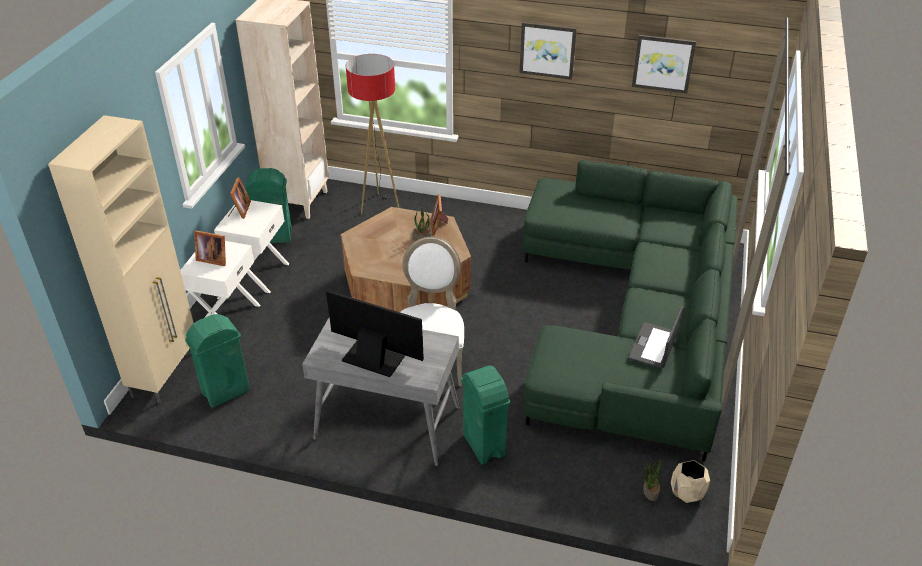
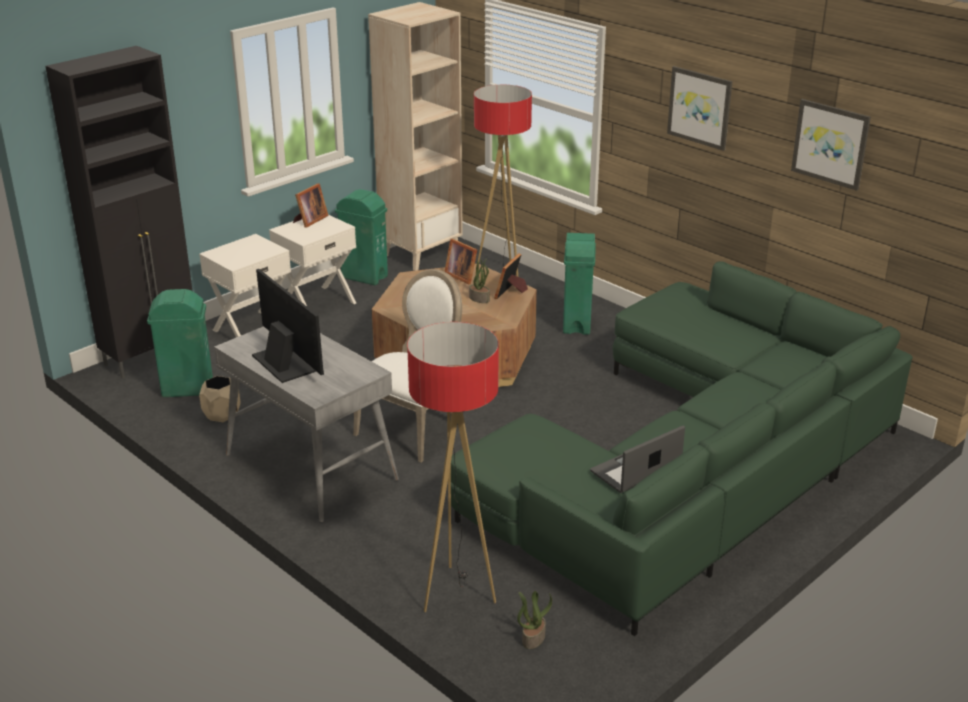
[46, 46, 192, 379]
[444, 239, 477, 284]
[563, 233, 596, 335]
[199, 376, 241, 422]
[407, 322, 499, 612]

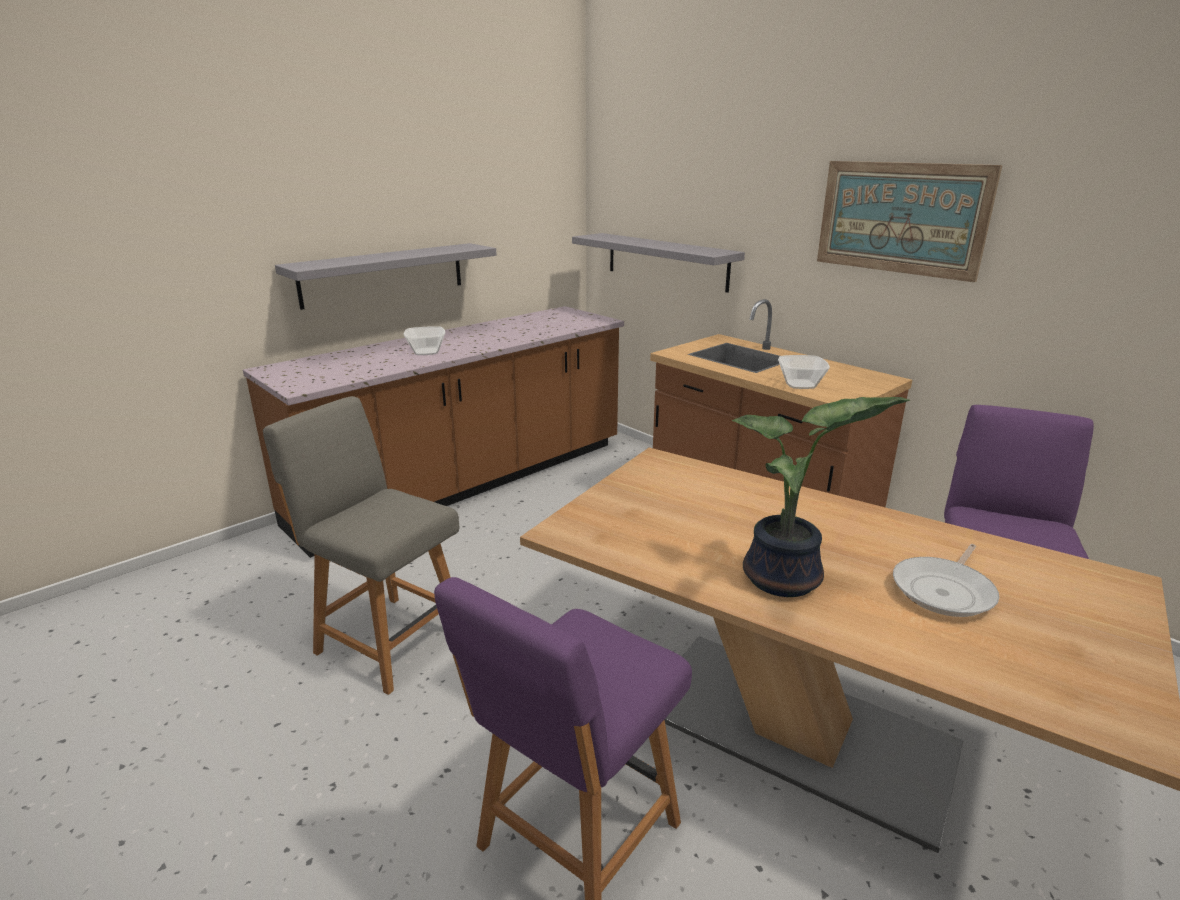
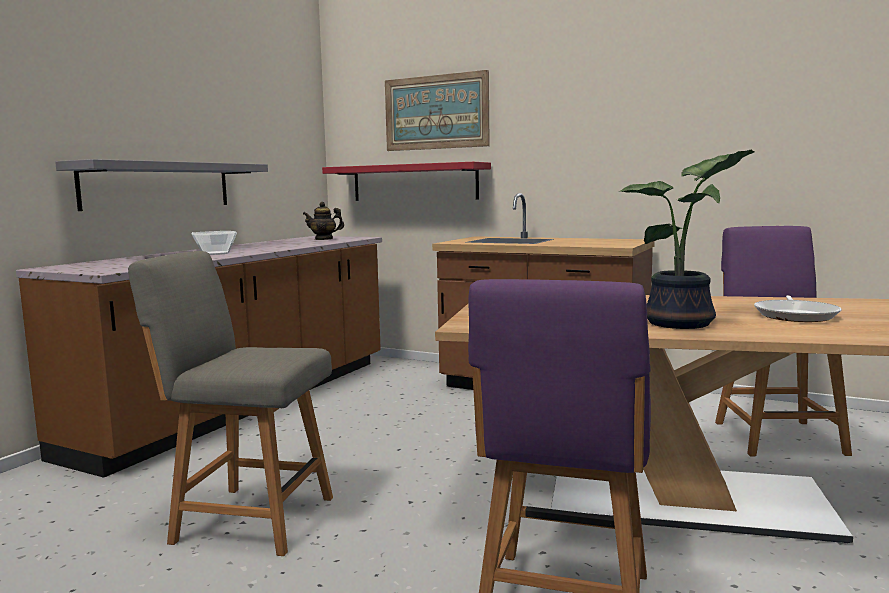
[385, 70, 490, 151]
[322, 162, 491, 201]
[778, 355, 830, 389] (first image)
[303, 202, 344, 240]

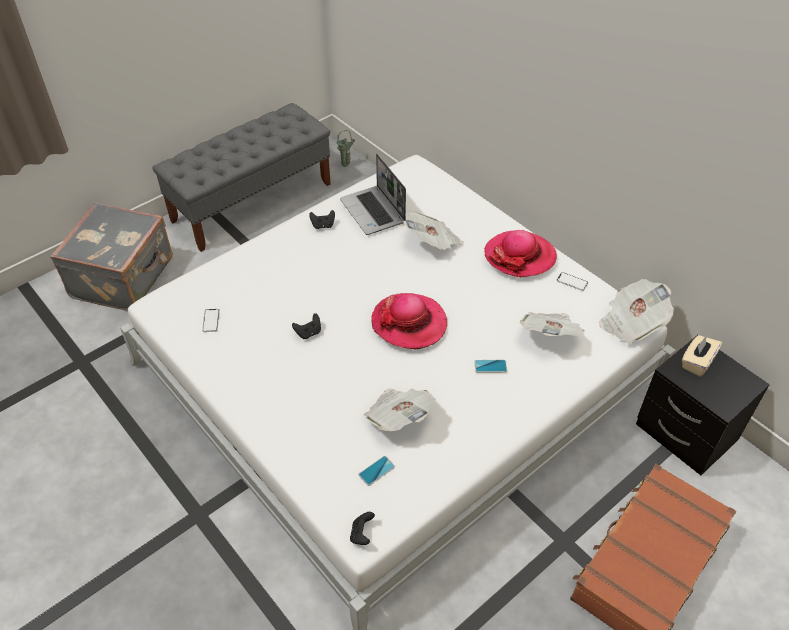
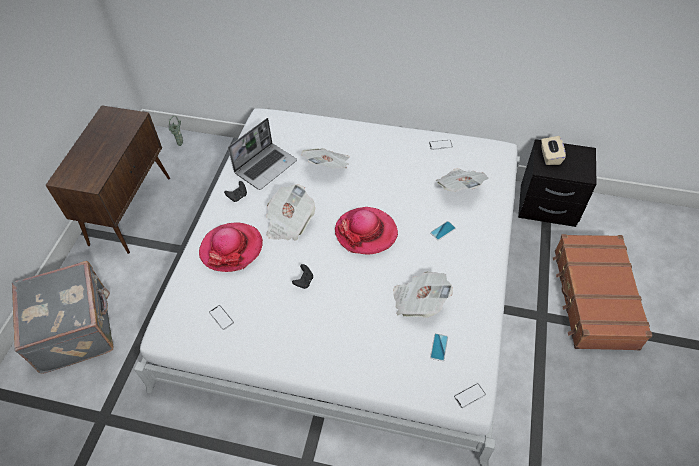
[45, 105, 170, 254]
[228, 118, 297, 190]
[199, 223, 263, 272]
[266, 184, 315, 241]
[454, 383, 486, 408]

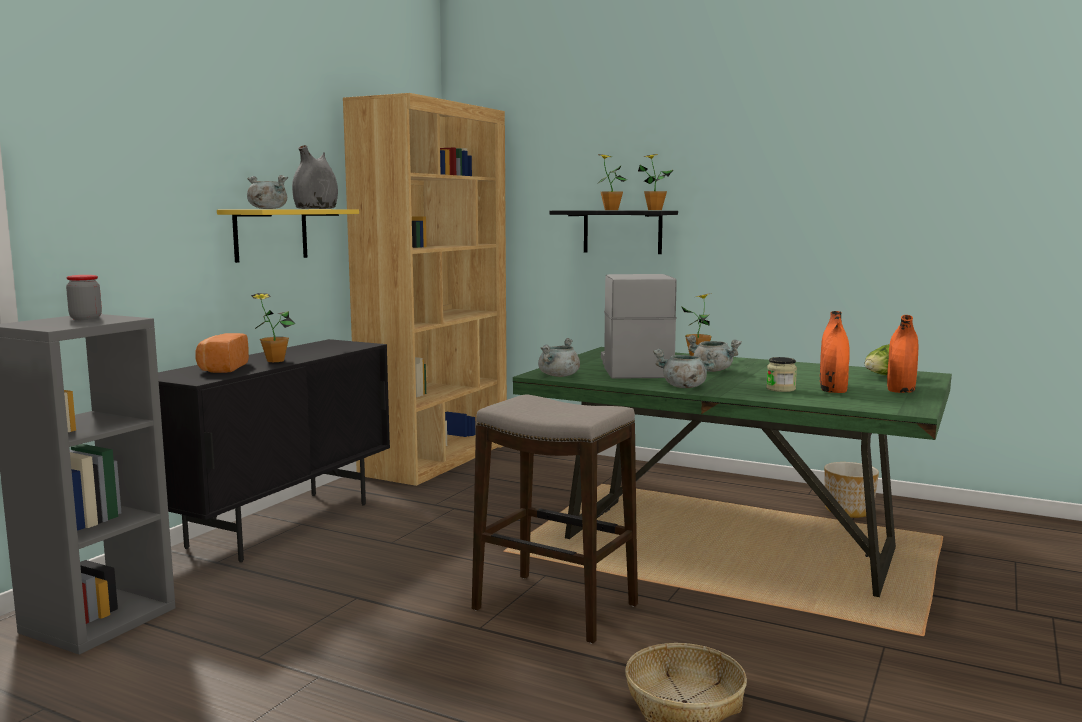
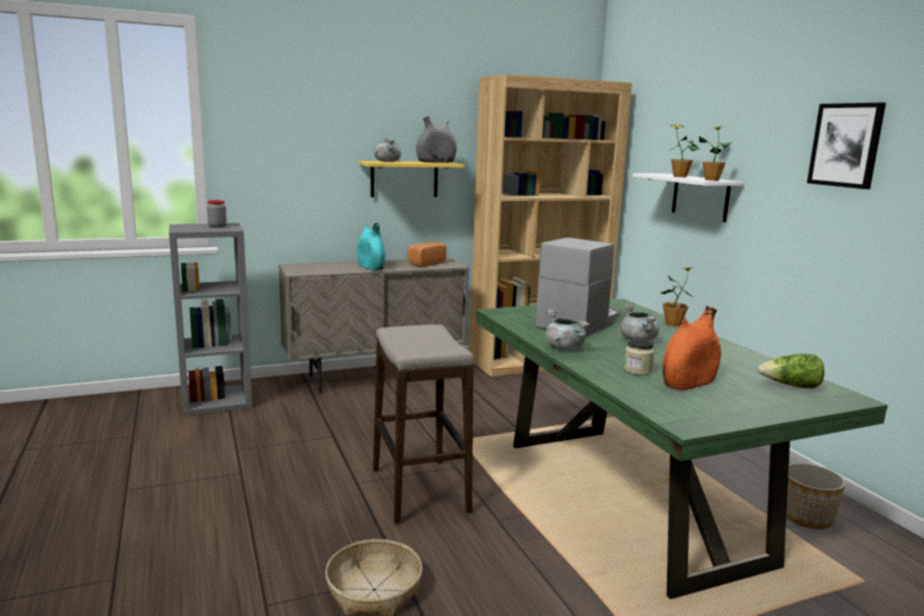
[632, 173, 743, 222]
[357, 223, 385, 270]
[887, 315, 918, 393] (first image)
[407, 242, 447, 267]
[538, 338, 580, 377] (first image)
[278, 257, 469, 394]
[807, 102, 886, 189]

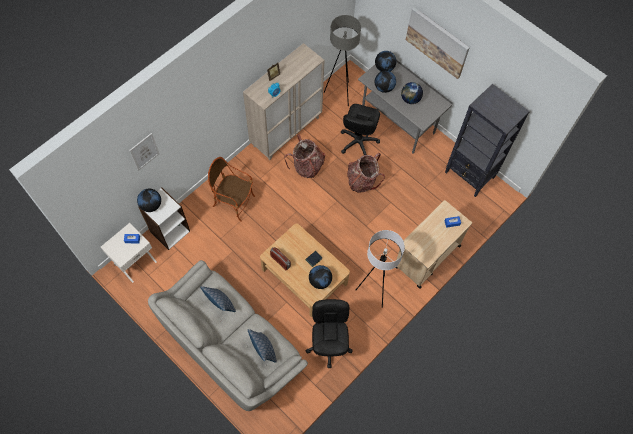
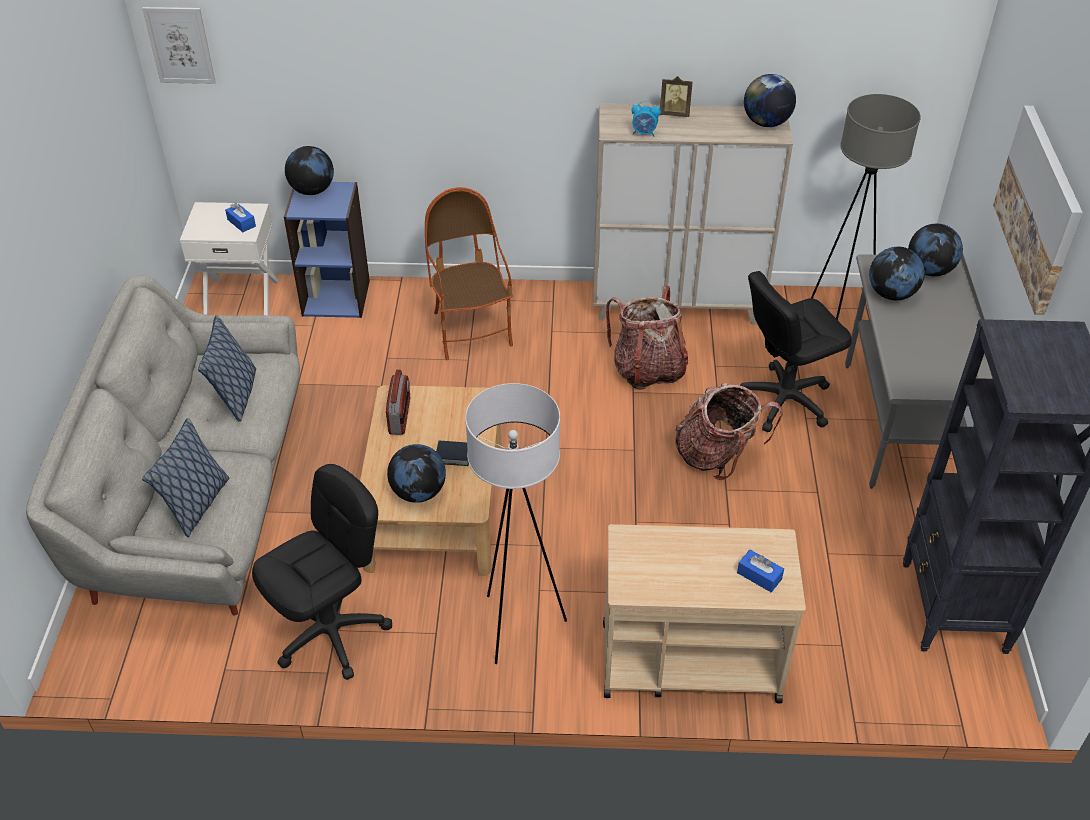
[744, 74, 796, 127]
[142, 7, 216, 84]
[284, 182, 370, 318]

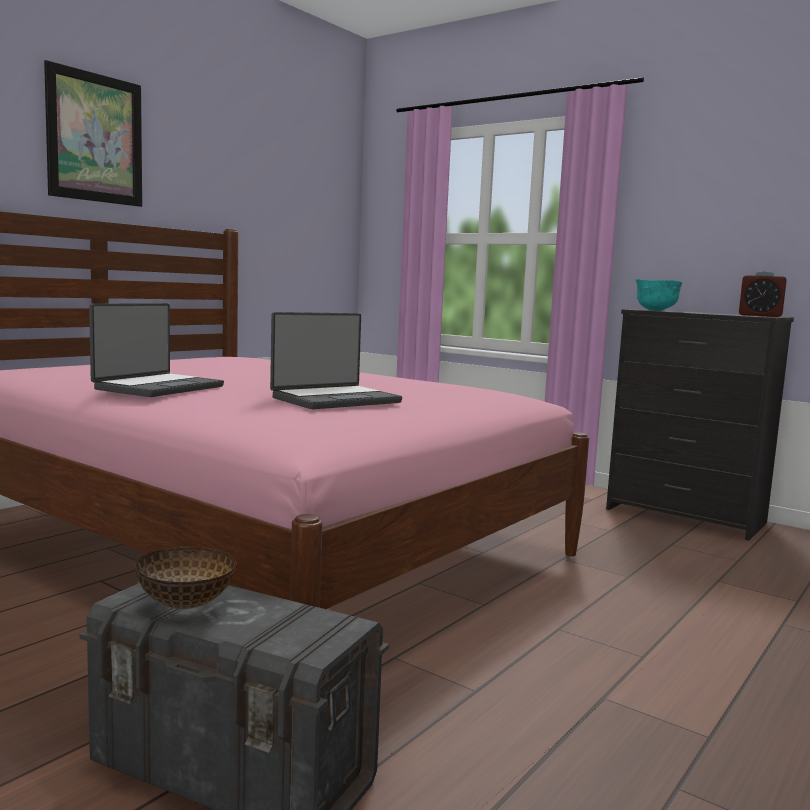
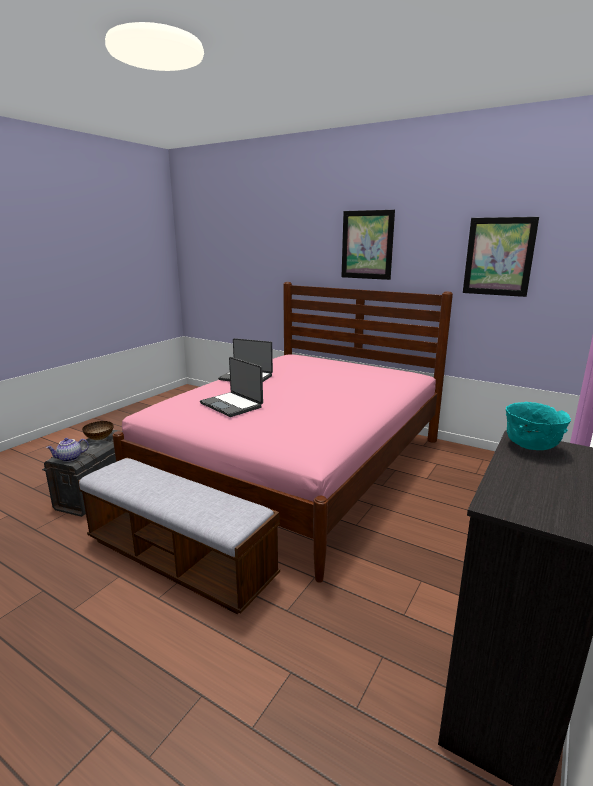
[739, 271, 787, 317] (first image)
[463, 217, 539, 297]
[46, 438, 89, 462]
[78, 457, 280, 614]

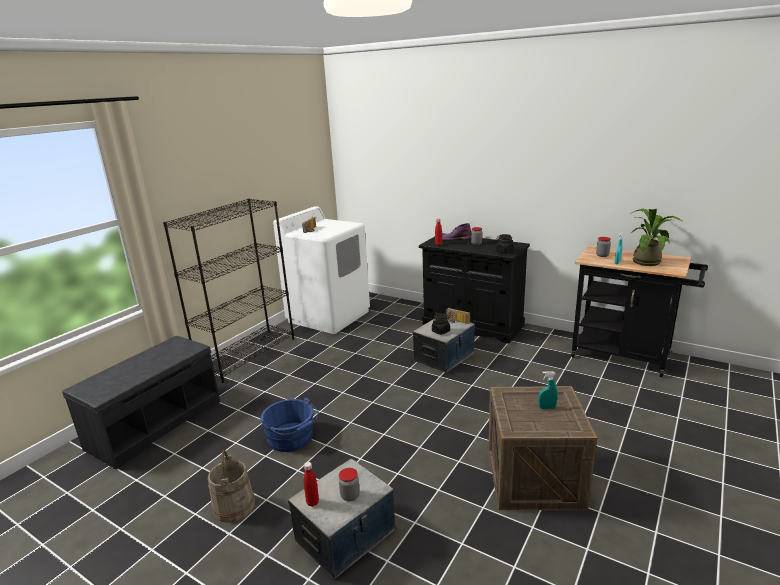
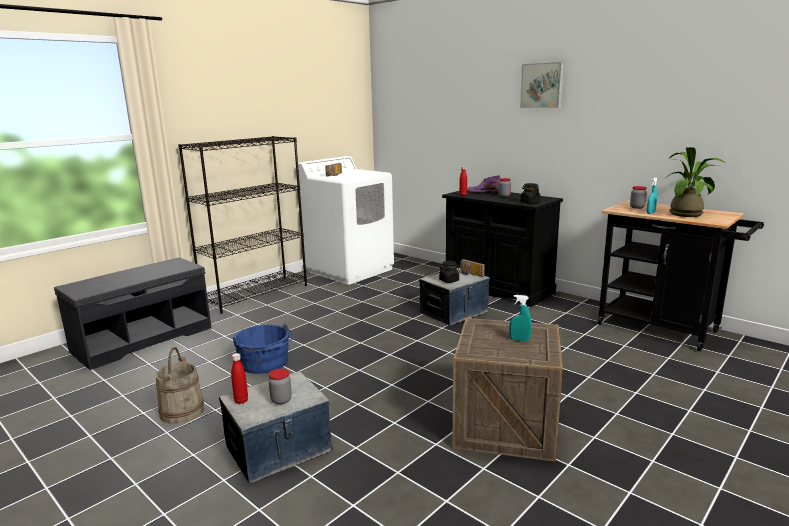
[520, 62, 564, 108]

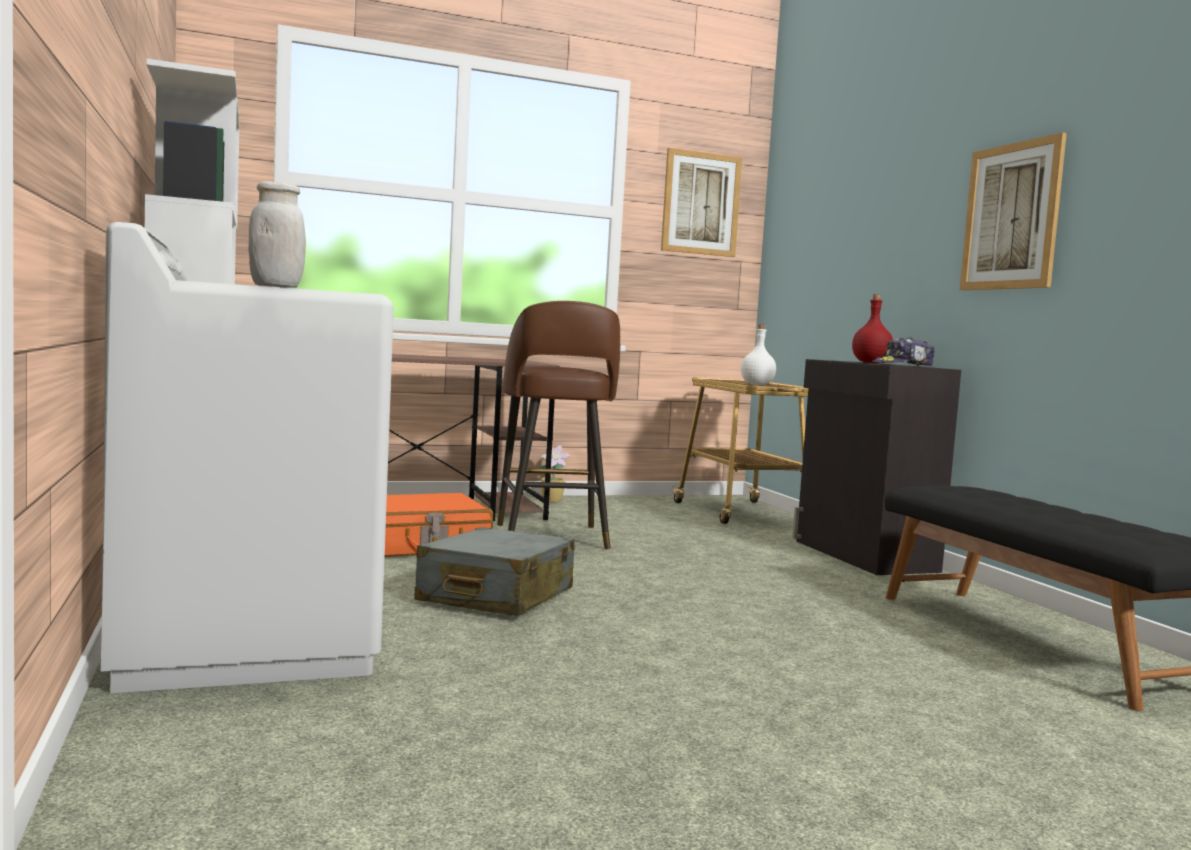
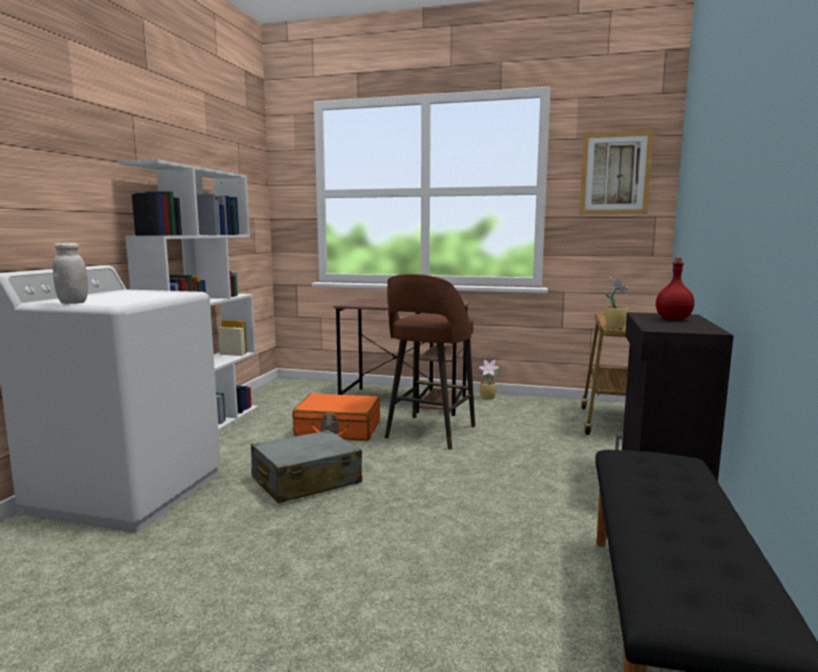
[960, 132, 1067, 290] (first image)
[604, 277, 631, 328]
[872, 337, 934, 366] (first image)

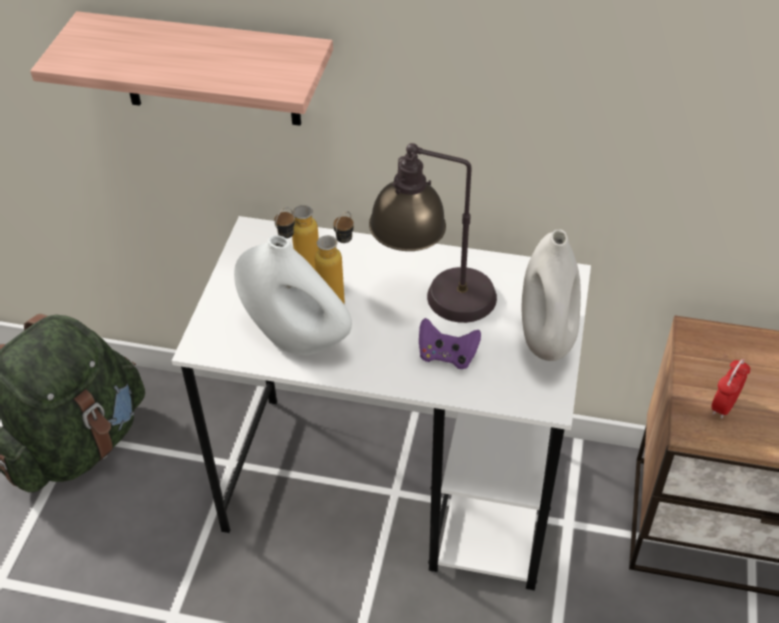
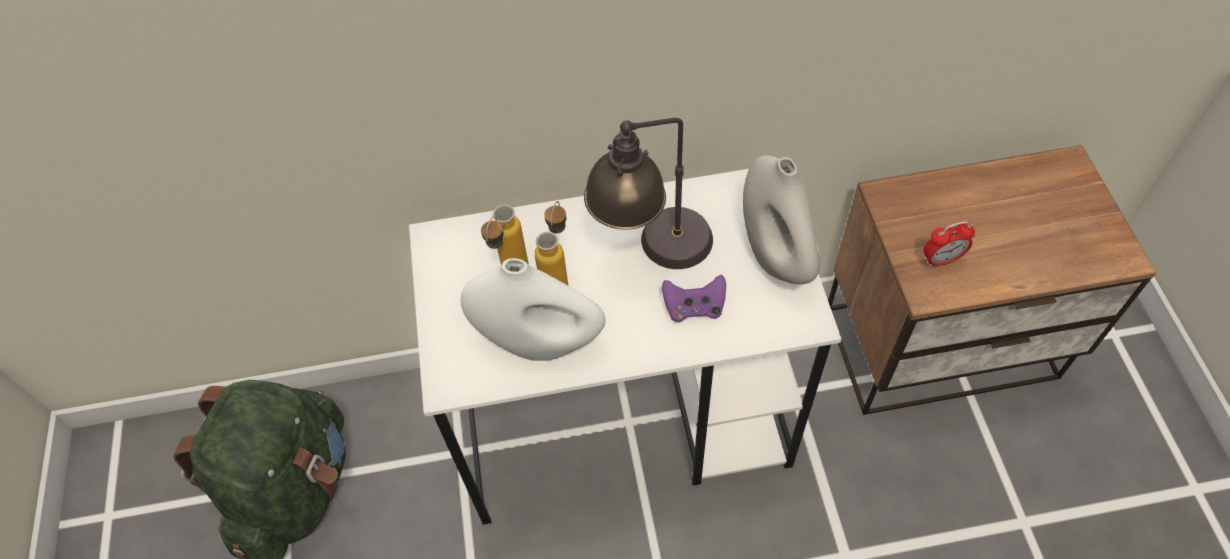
[30, 11, 333, 126] (first image)
[923, 221, 975, 267]

